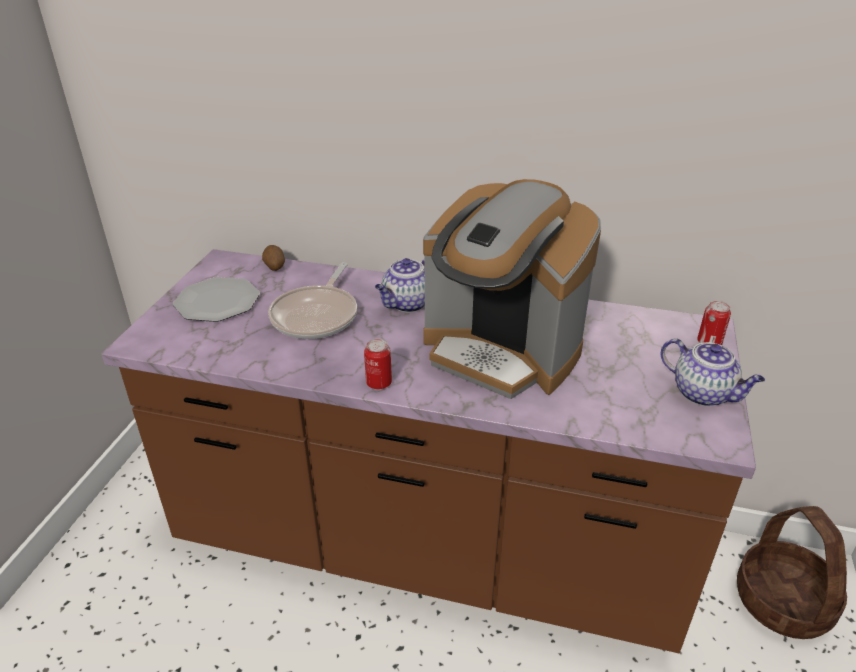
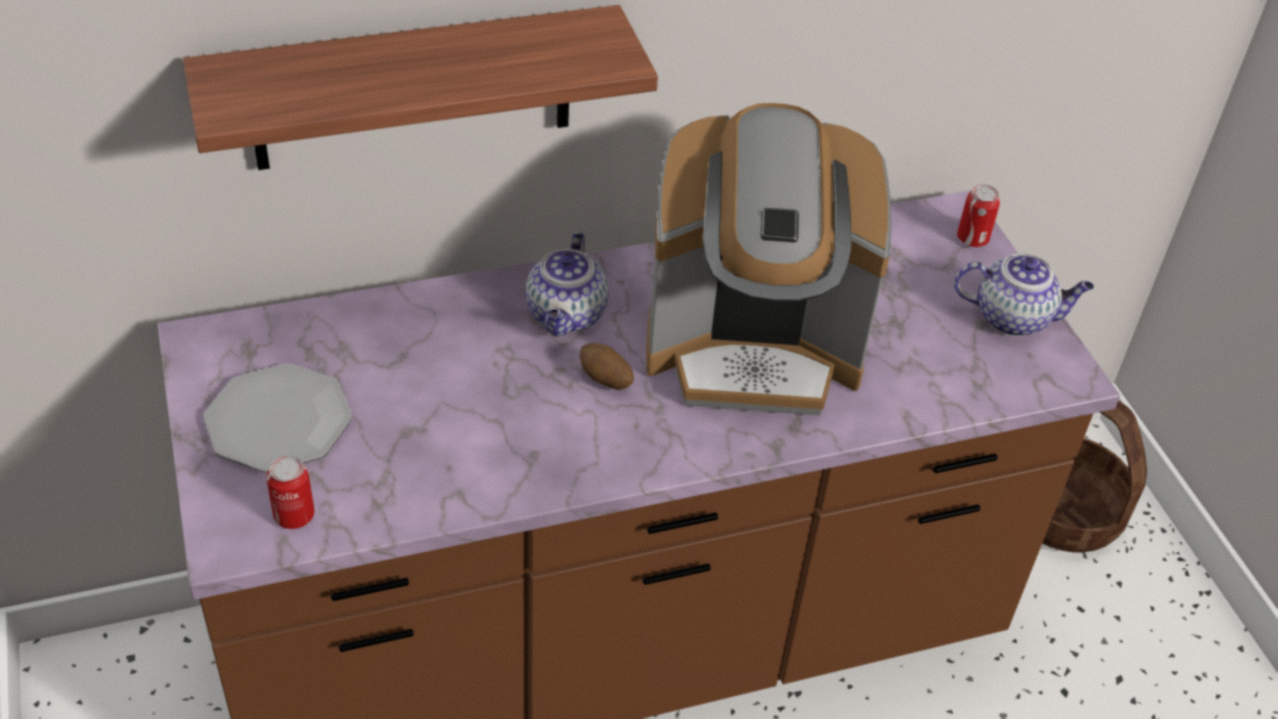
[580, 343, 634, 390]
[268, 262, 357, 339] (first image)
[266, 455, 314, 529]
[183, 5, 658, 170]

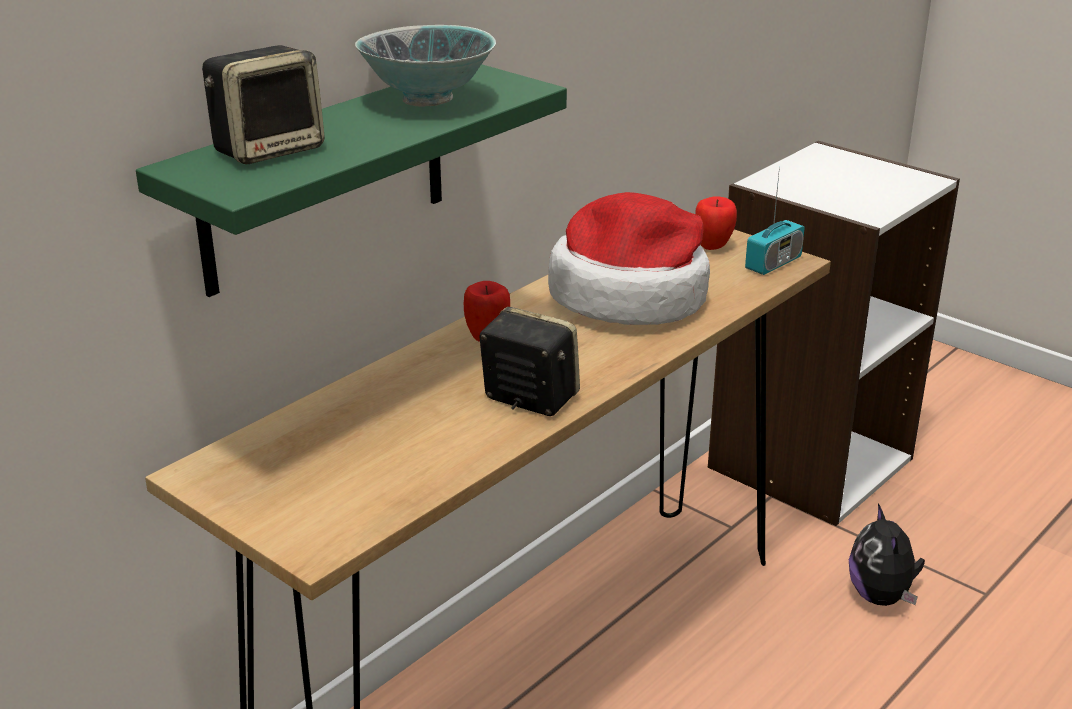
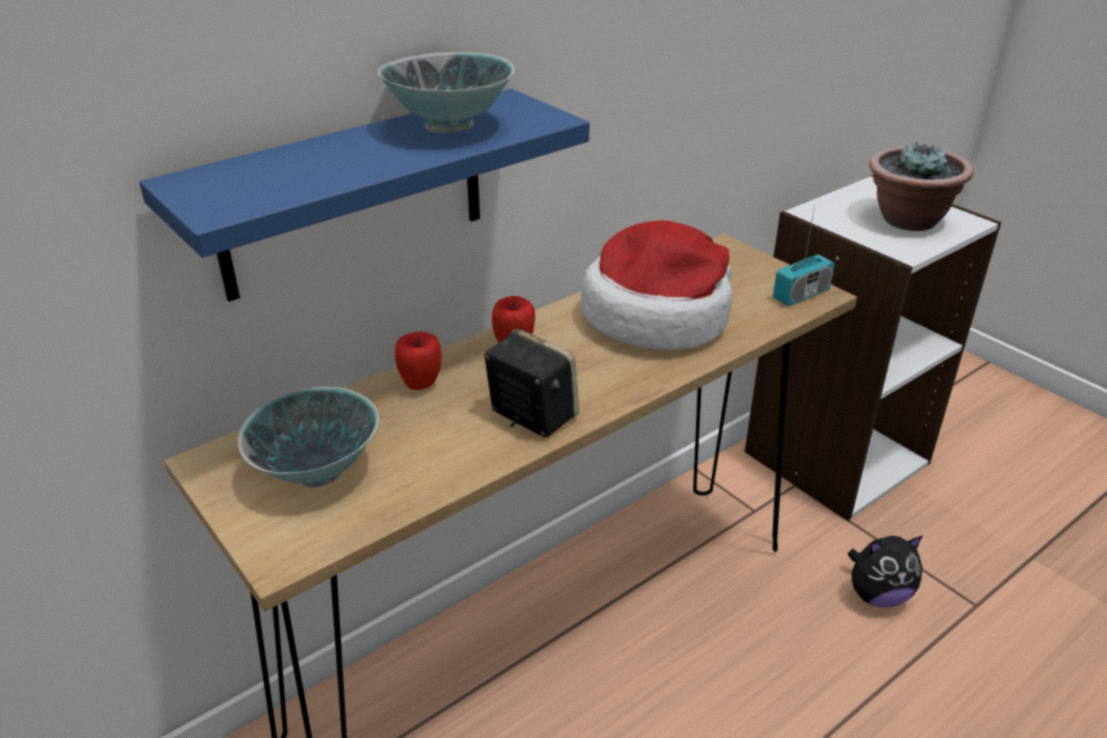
[202, 45, 325, 164] (first image)
[139, 89, 590, 302]
[395, 331, 442, 390]
[848, 535, 923, 608]
[869, 141, 974, 231]
[237, 387, 379, 488]

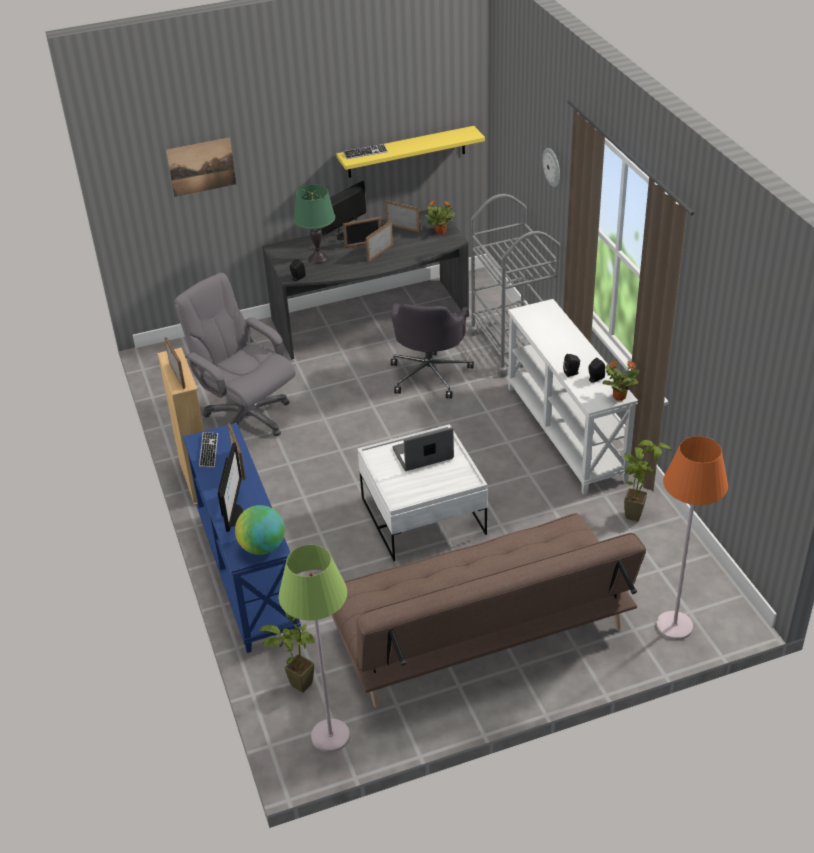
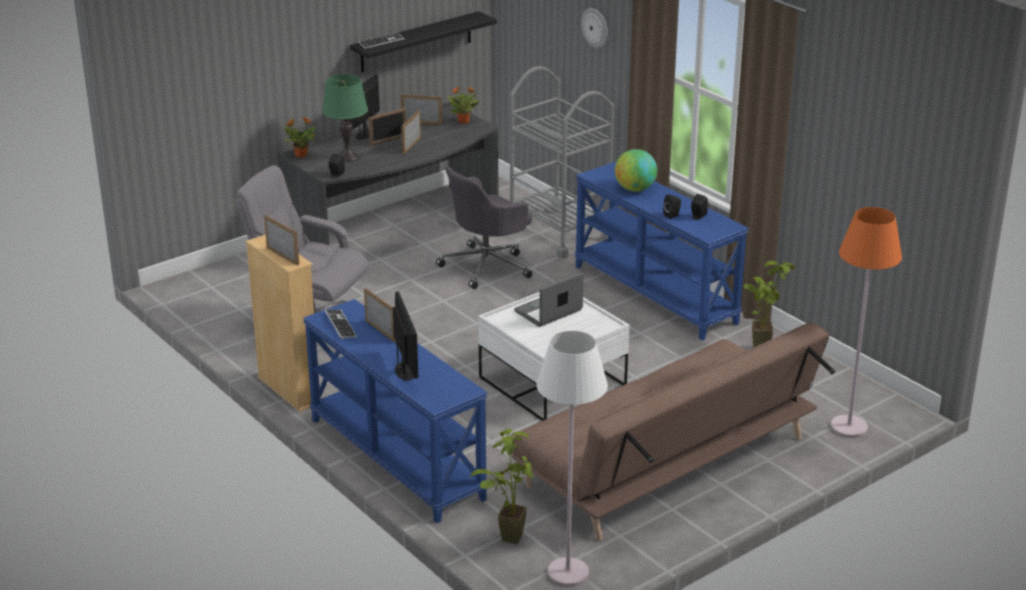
[350, 11, 497, 72]
[166, 137, 236, 197] (first image)
[574, 162, 749, 340]
[436, 167, 532, 289]
[283, 117, 316, 158]
[615, 149, 657, 192]
[537, 331, 608, 587]

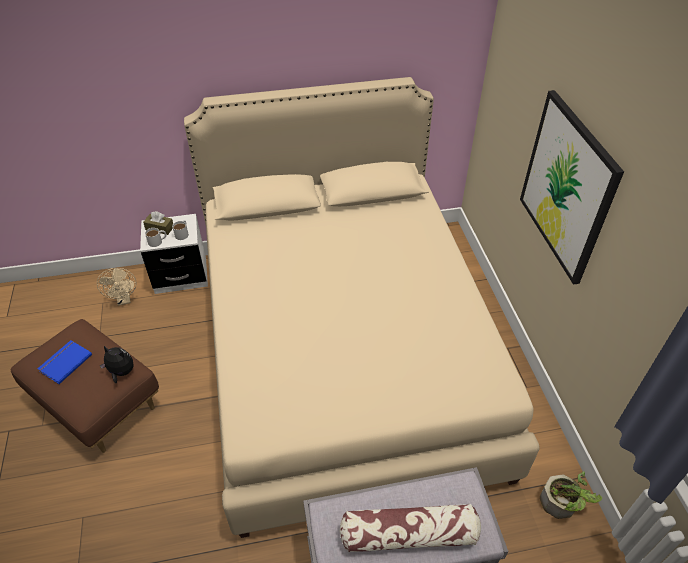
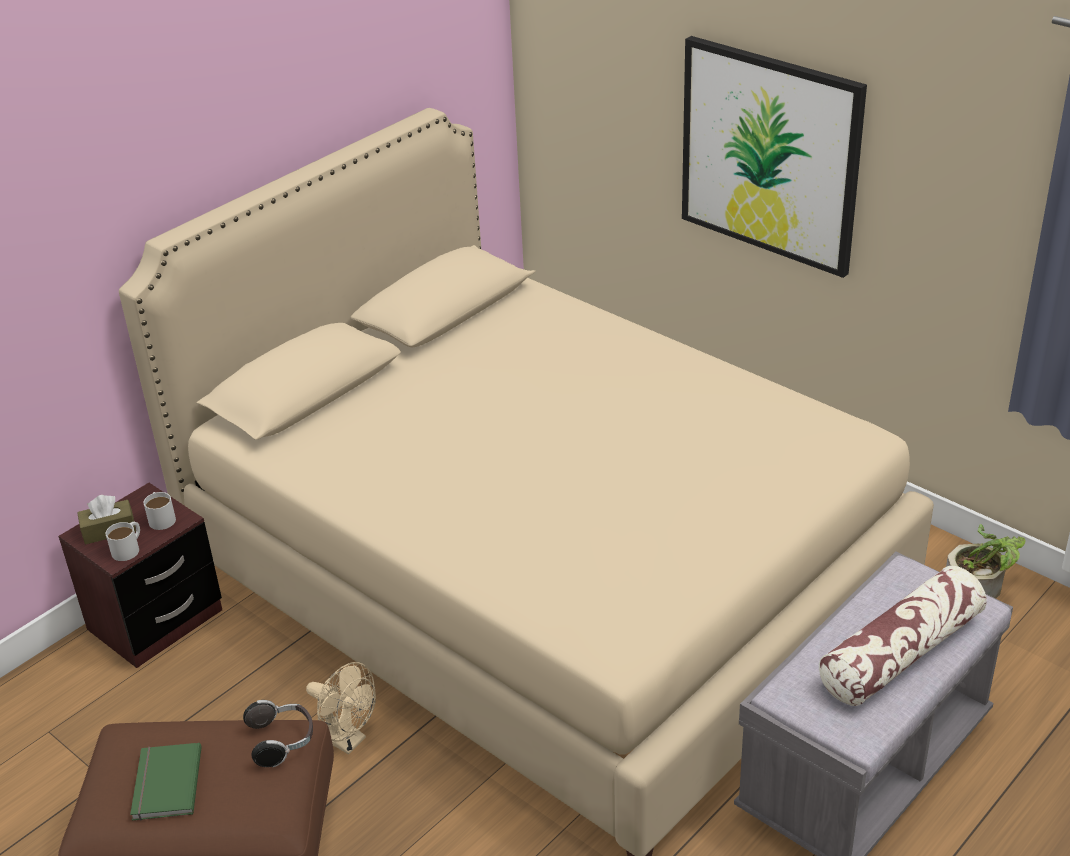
[58, 483, 222, 668]
[306, 662, 376, 754]
[130, 743, 202, 821]
[243, 700, 313, 767]

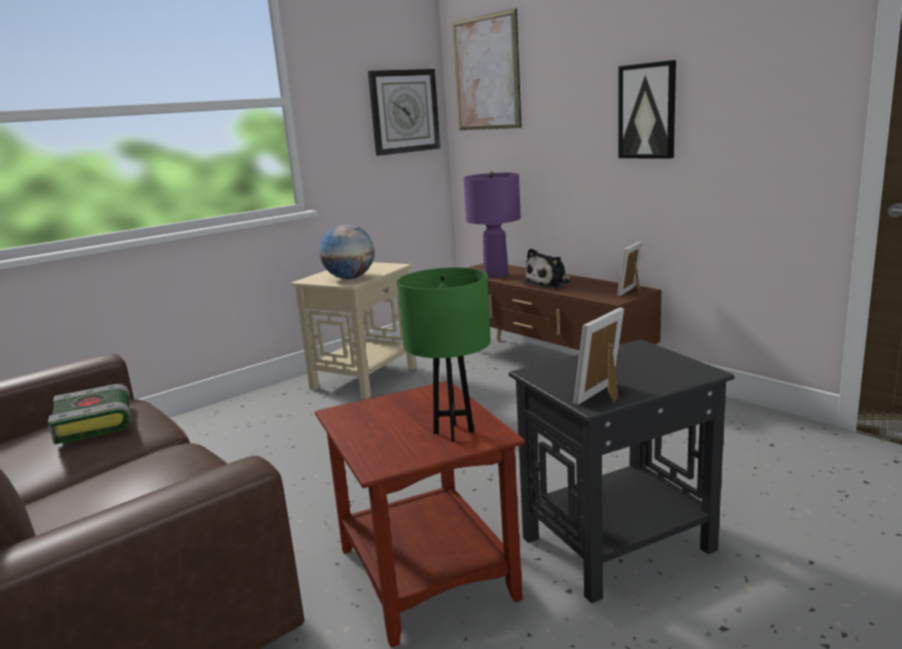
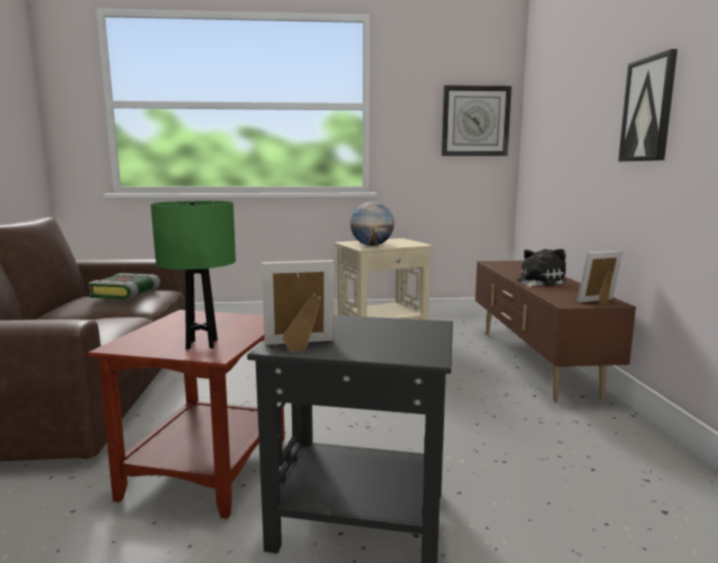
[452, 8, 522, 130] (first image)
[463, 171, 521, 278] (first image)
[517, 249, 566, 288]

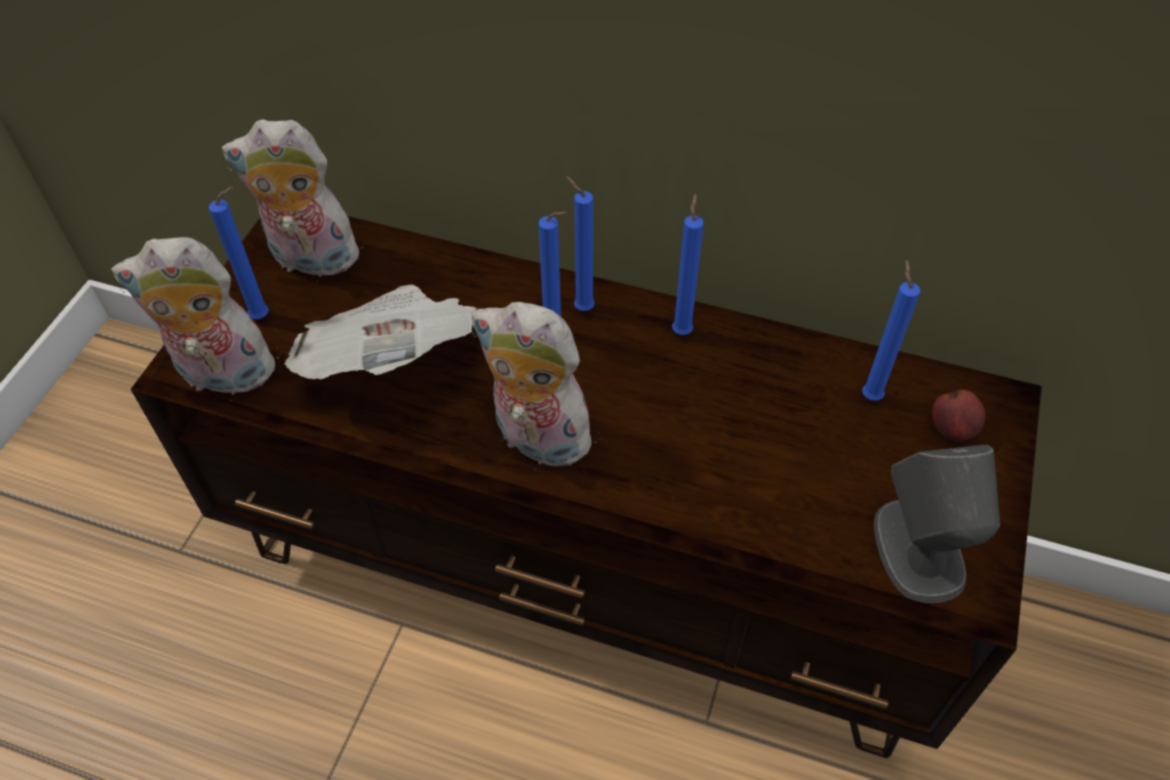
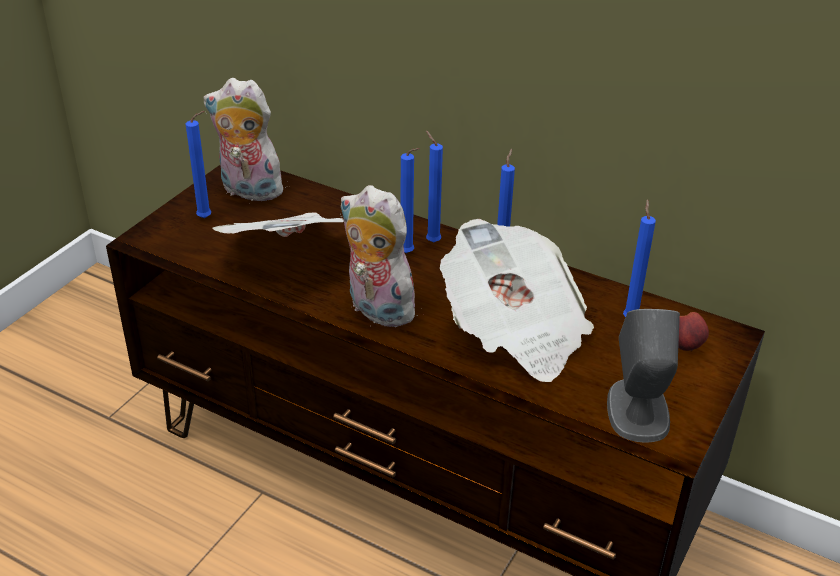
[111, 237, 278, 395] (first image)
[440, 219, 594, 382]

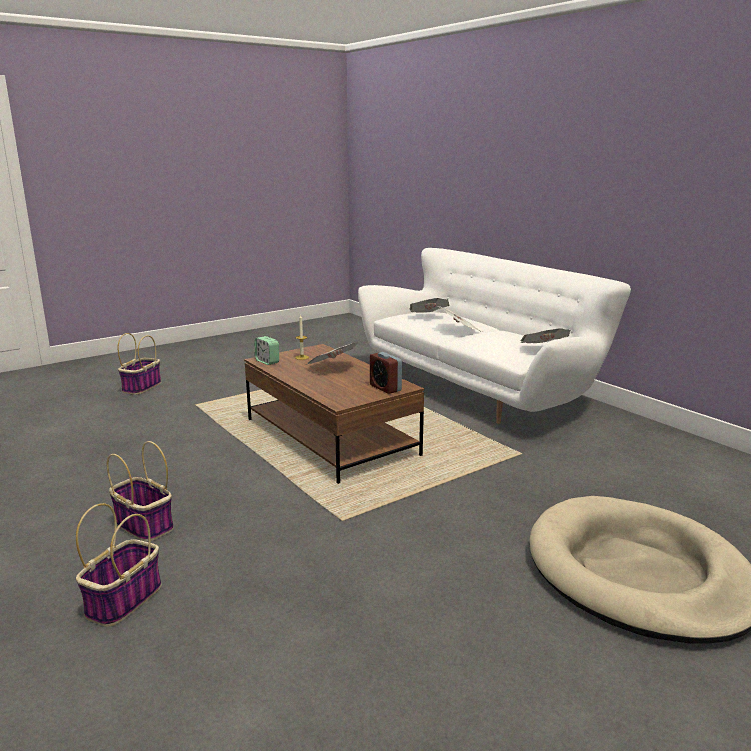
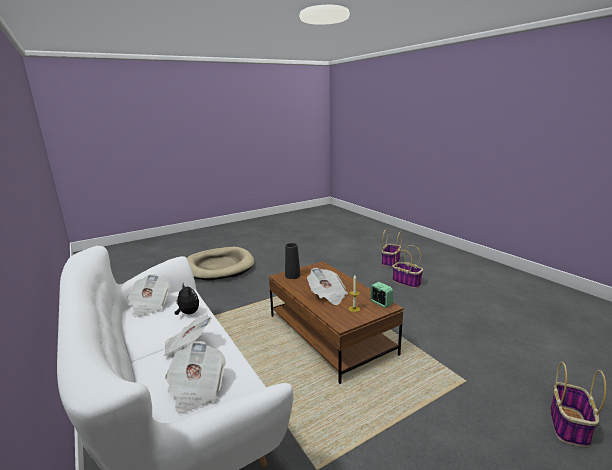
[285, 243, 301, 279]
[175, 283, 199, 315]

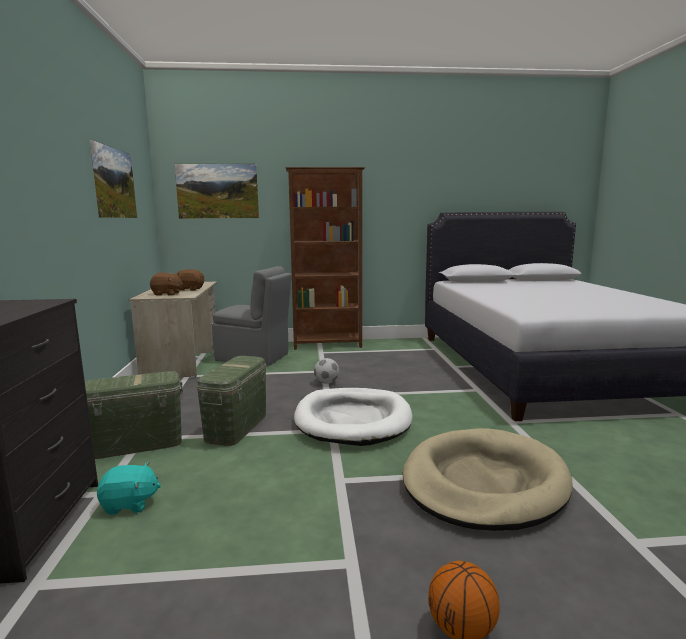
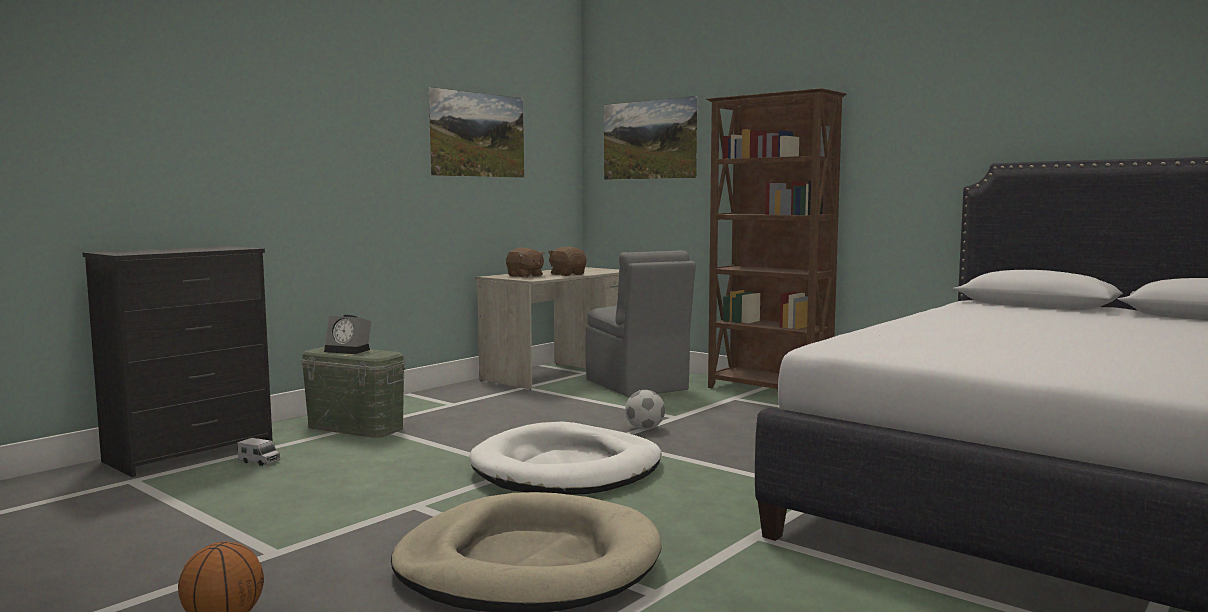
[196, 356, 266, 446] (first image)
[238, 438, 280, 466]
[324, 315, 371, 354]

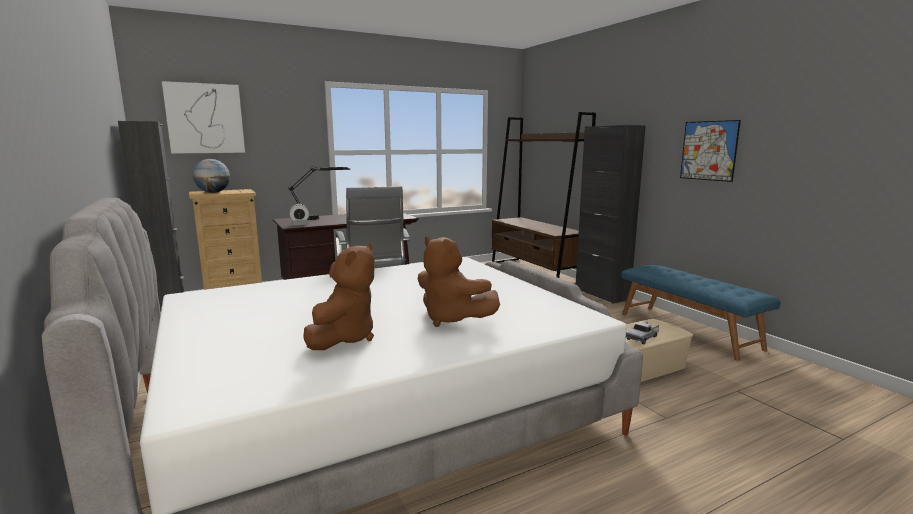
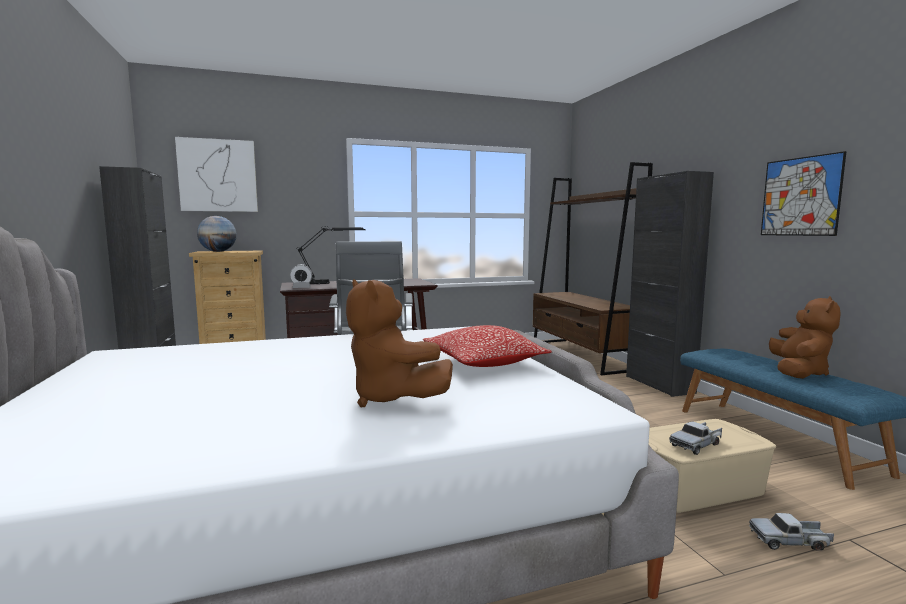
[769, 296, 841, 379]
[423, 325, 552, 367]
[749, 513, 834, 551]

